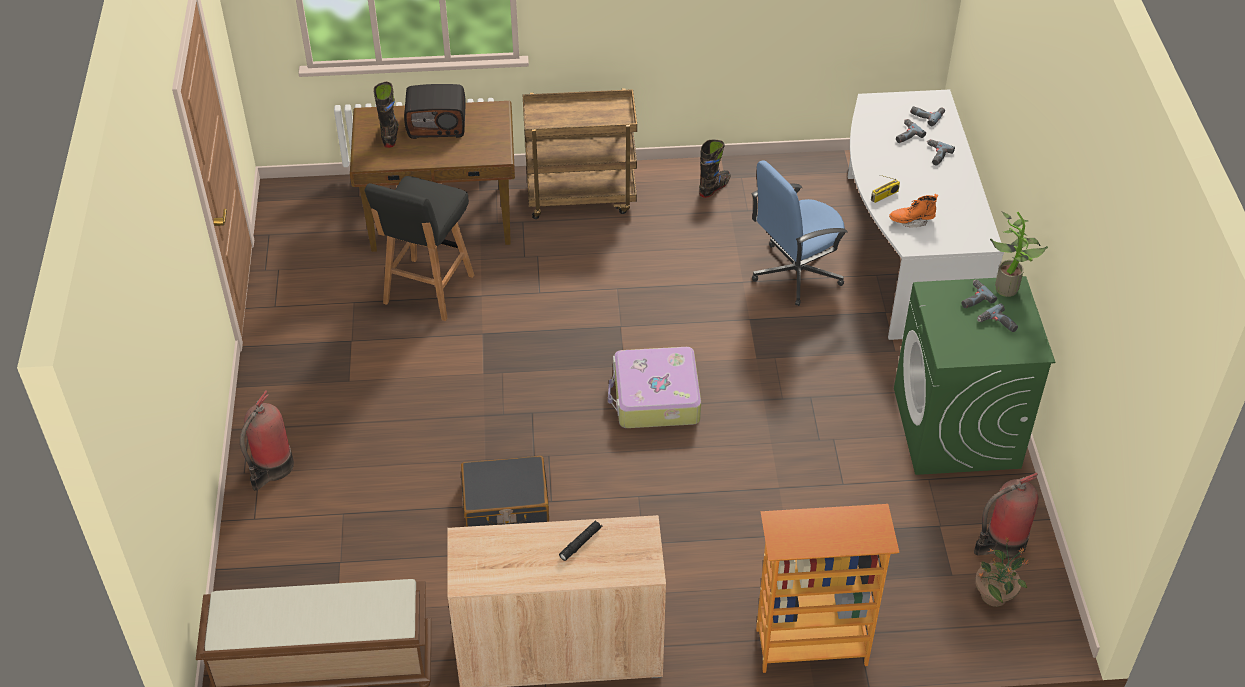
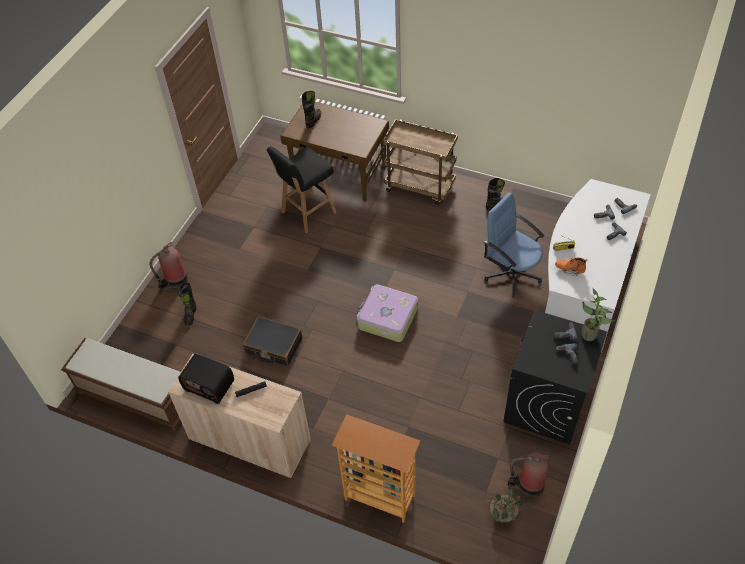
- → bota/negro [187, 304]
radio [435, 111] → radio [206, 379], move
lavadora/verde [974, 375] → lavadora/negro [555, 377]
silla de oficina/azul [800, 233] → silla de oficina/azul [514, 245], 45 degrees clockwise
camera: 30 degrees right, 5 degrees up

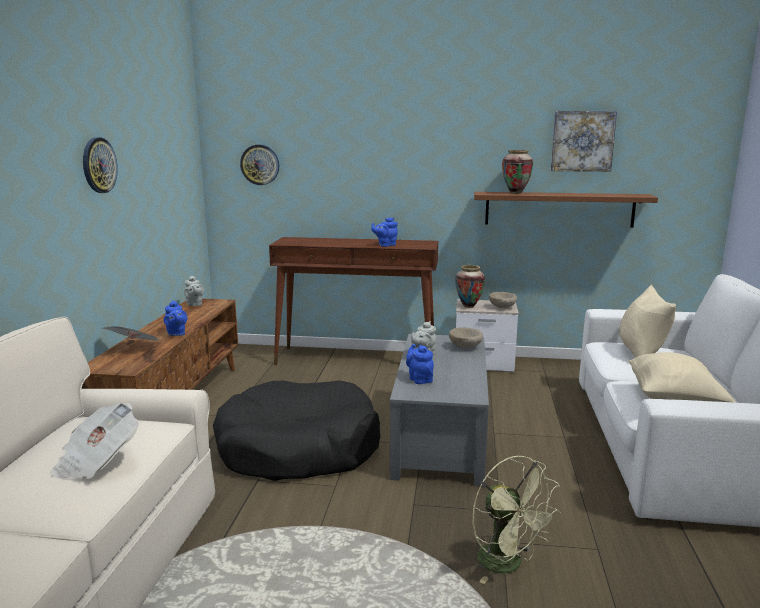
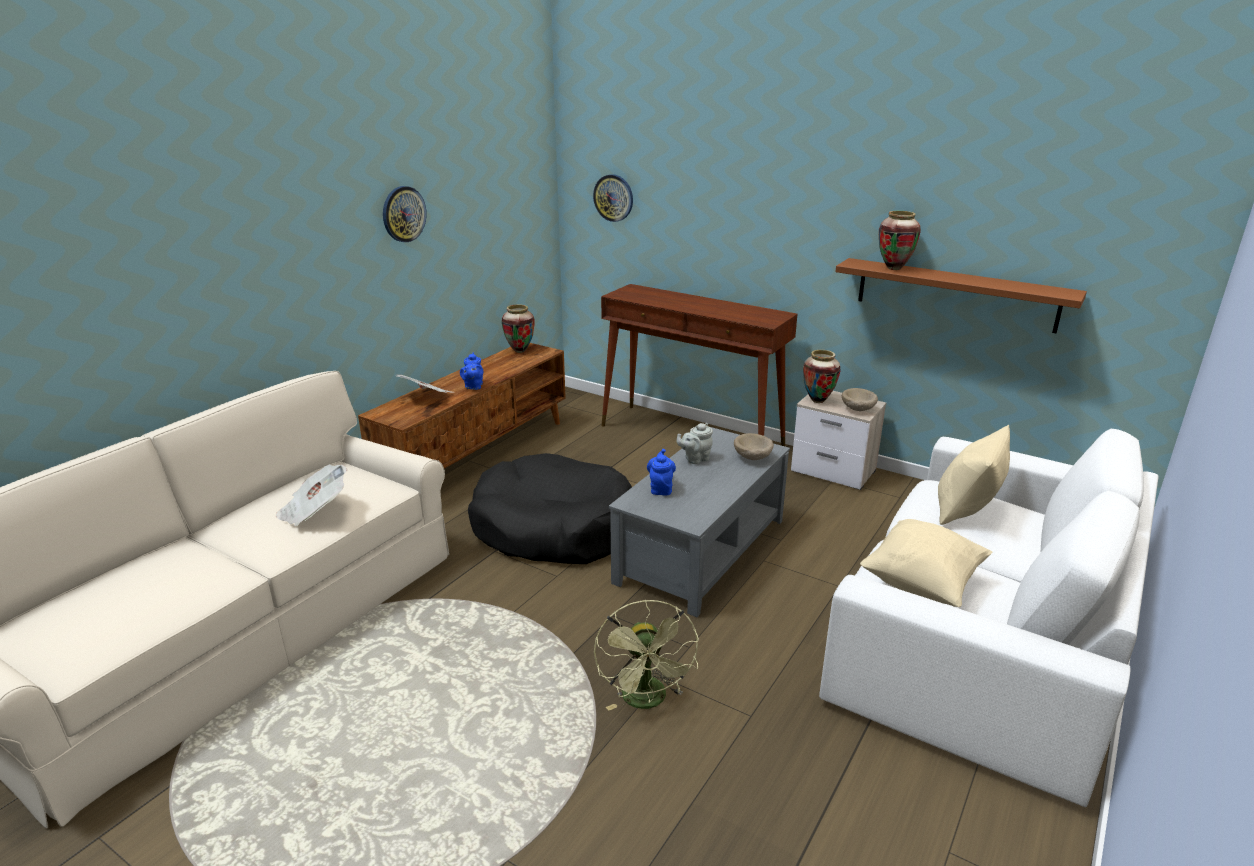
tetera/azul [384, 232] → -
cuadro [584, 141] → -
tetera/gris [194, 291] → florero [518, 328]
camera: 25 degrees right, 10 degrees up

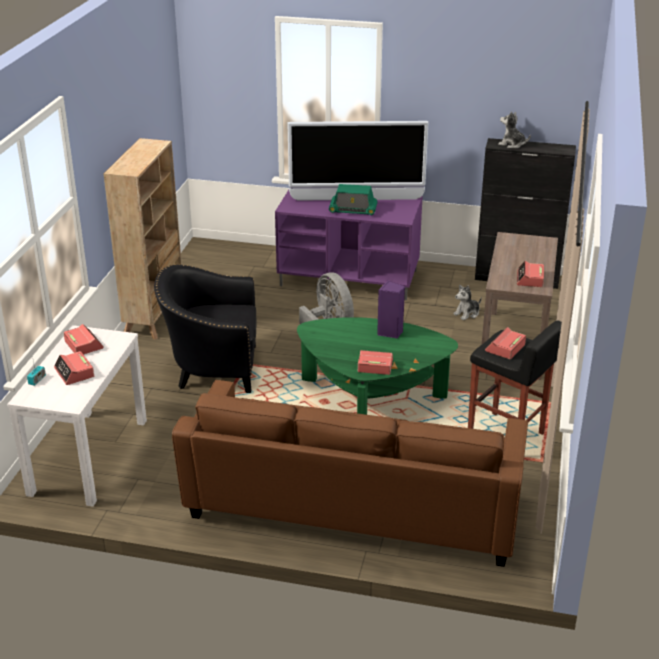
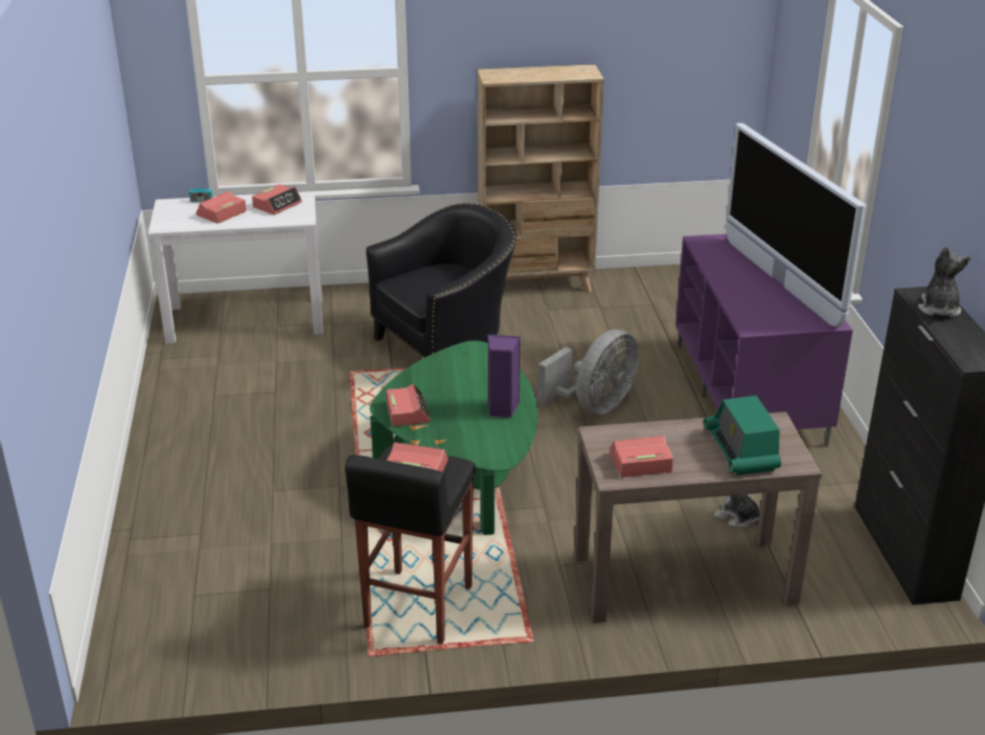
sofá/marrón [350, 473] → -
radio [353, 200] → radio [742, 435], move
sillón/negro [205, 328] → sillón/negro [441, 280], 75 degrees clockwise
camera: 70 degrees right, 0 degrees up

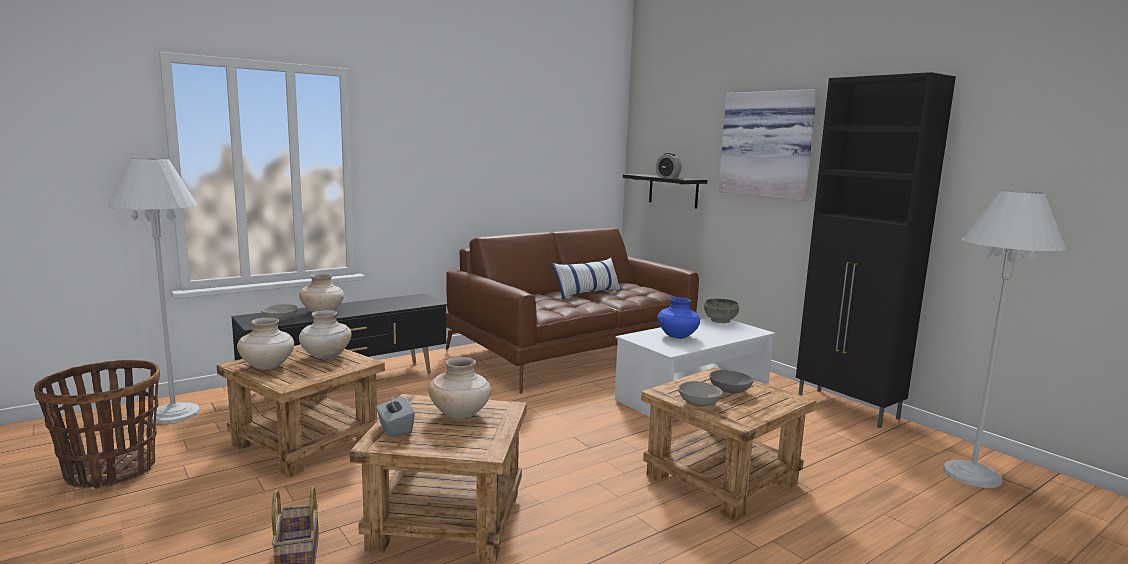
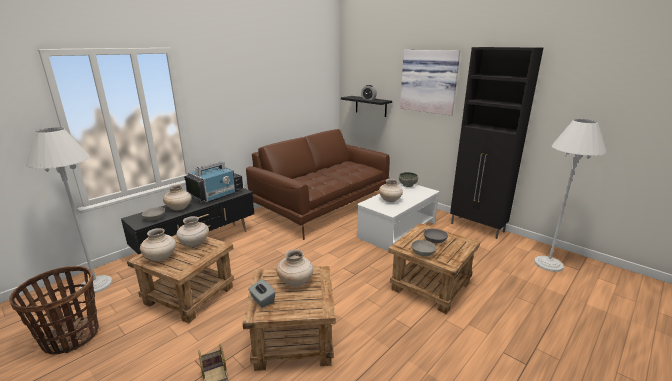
cojín [586, 278] → -
- → televisor [213, 182]
florero/azul [679, 318] → florero/beis [391, 190]
camera: 10 degrees left, 10 degrees up

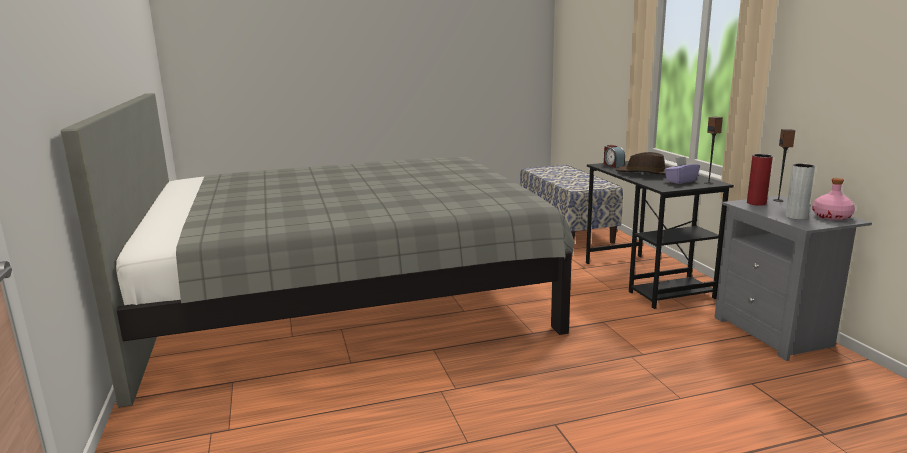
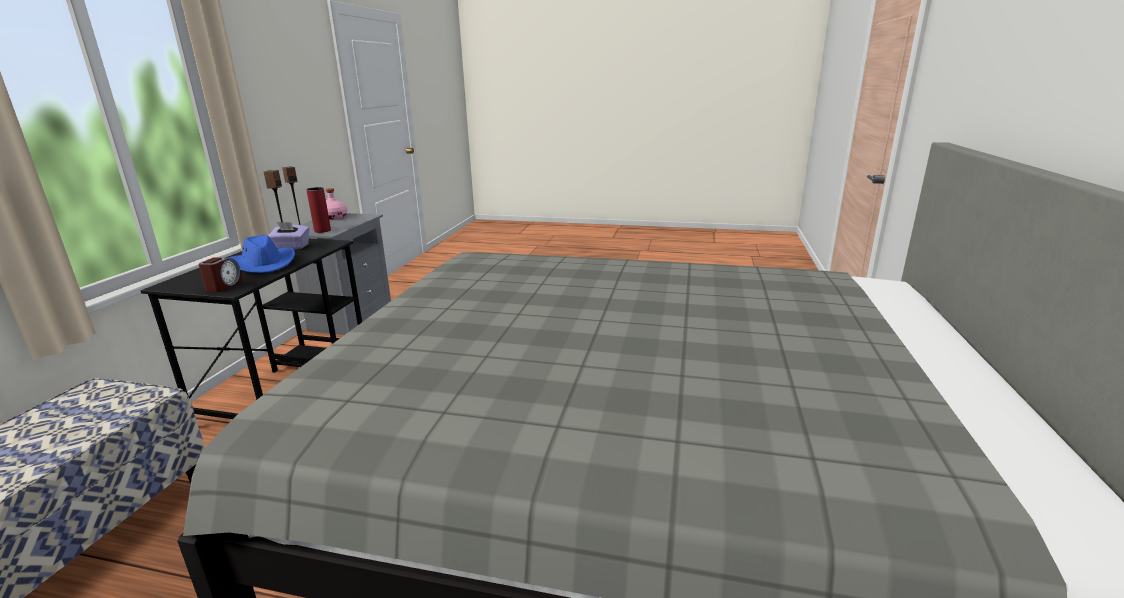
florero/gris [800, 191] → -
sombrero/marrón [642, 163] → sombrero/azul [261, 254]
camera: 150 degrees left, 5 degrees up

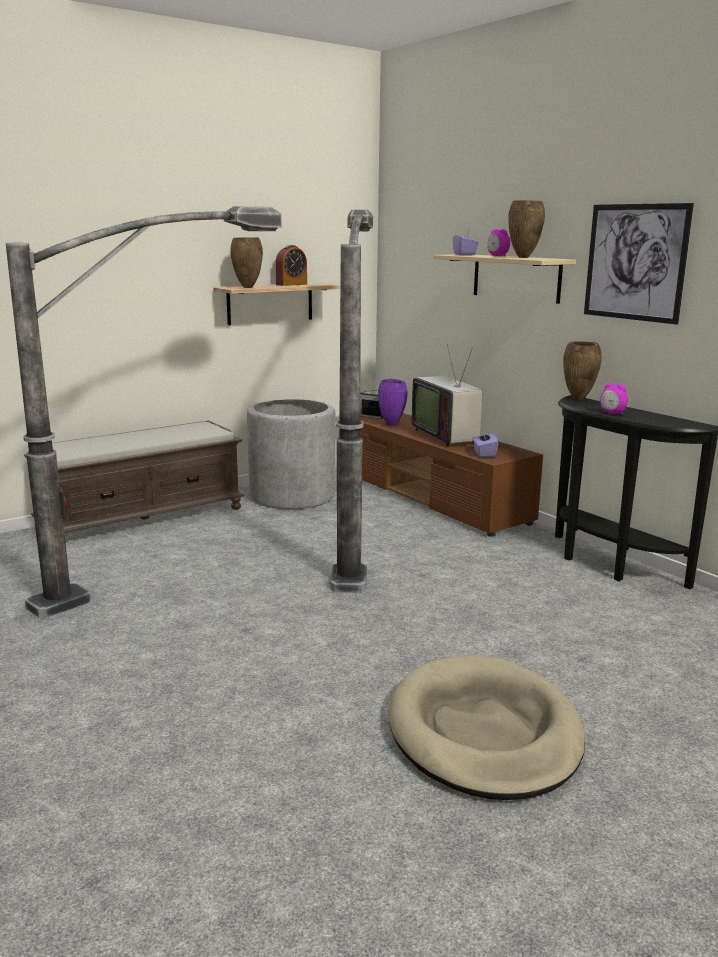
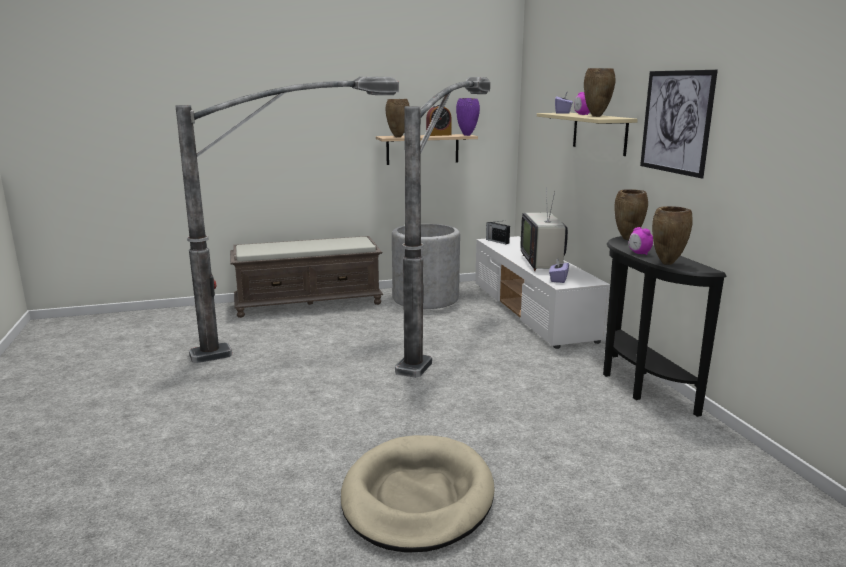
- → florero/marrón [672, 235]
florero/morado [393, 402] → florero/morado [468, 117], move
mueble de televisión/marrón [451, 475] → mueble de televisión/blanco [542, 292]
camera: 20 degrees right, 0 degrees up

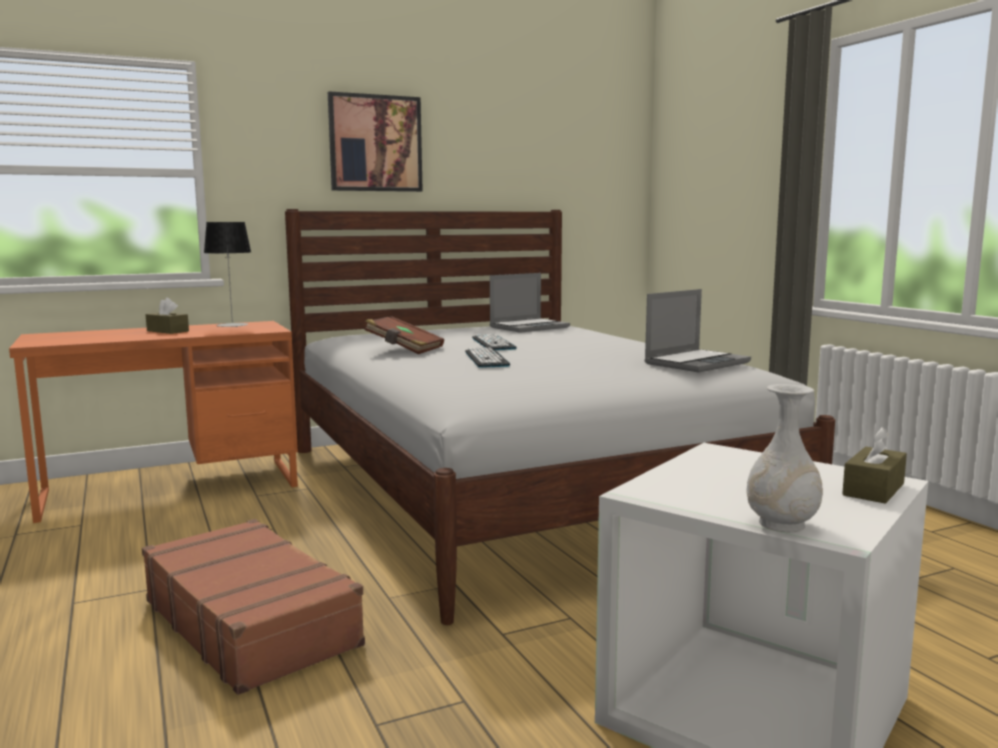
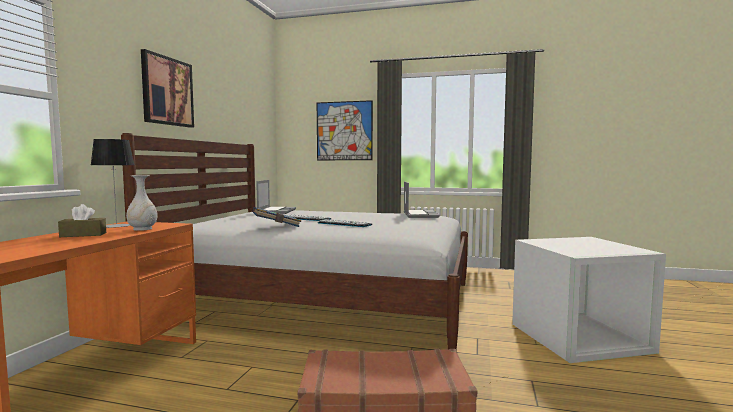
caja de pañuelos/marrón [874, 465] → -
- → cuadro [345, 130]
florero/blanco [784, 458] → florero/blanco [142, 203], move
libro/marrón [404, 335] → libro/azul [277, 217]
camera: 50 degrees left, 5 degrees down

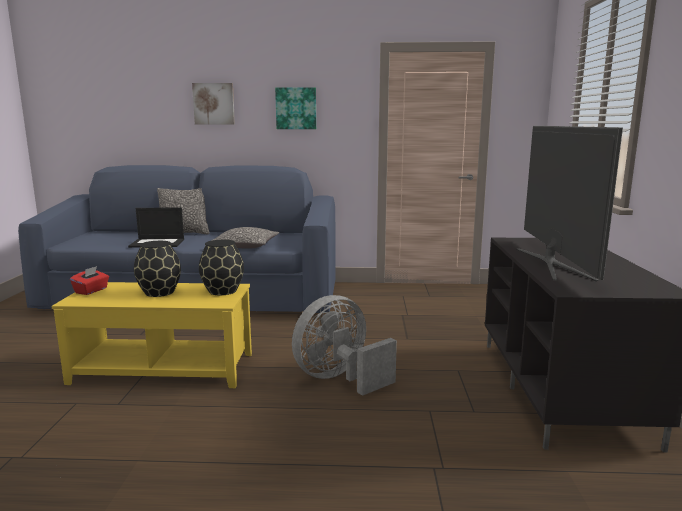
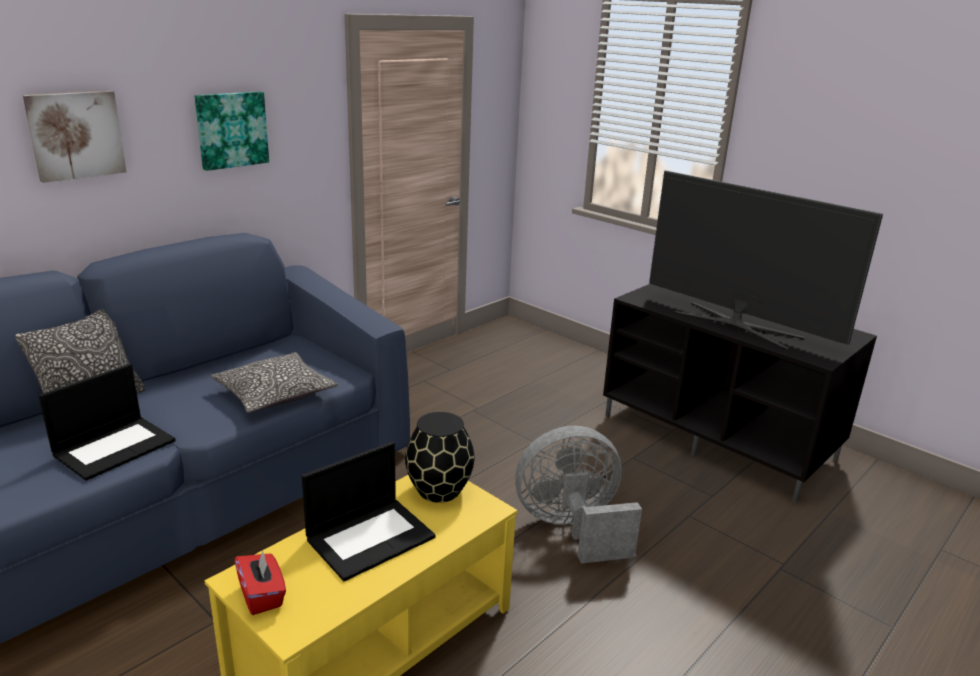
florero/negro [157, 269] → portátil [369, 511]
ventilador/gris [344, 345] → ventilador/gris [578, 494], 75 degrees clockwise
camera: 50 degrees left, 10 degrees up

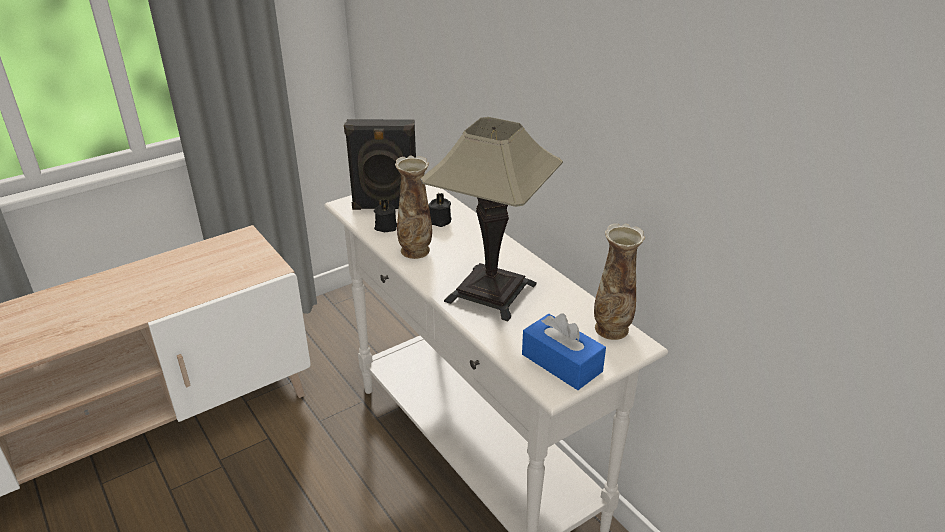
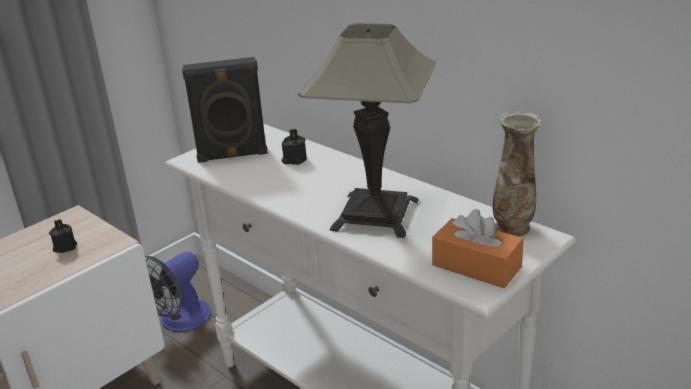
florero [413, 207] → -
- → ventilador [178, 292]
vela/negro [385, 215] → vela/negro [63, 236], move
caja de pañuelos/azul [564, 351] → caja de pañuelos/naranja [478, 248]
camera: 10 degrees left, 5 degrees down

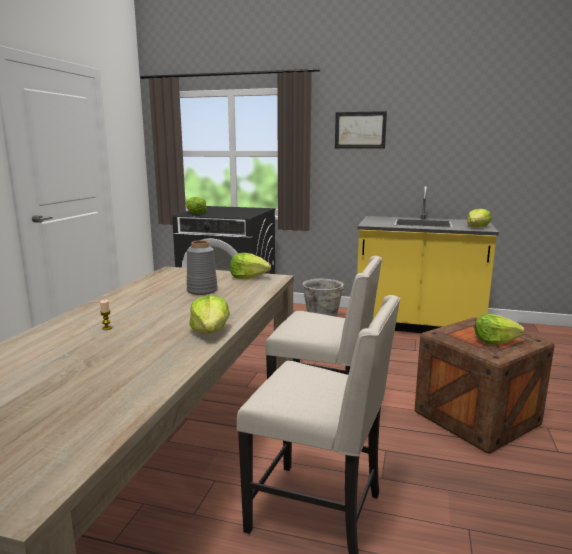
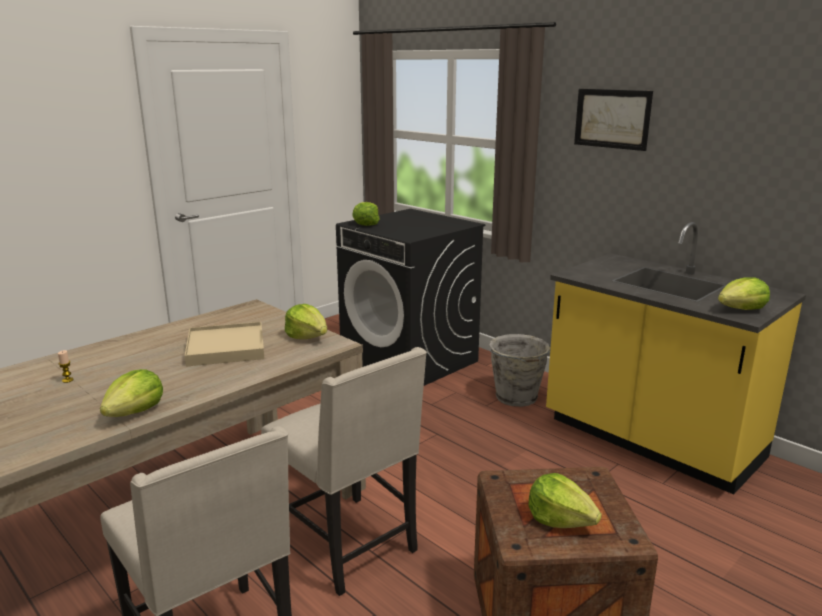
florero/gris [202, 267] → bandeja/beis [225, 344]
camera: 30 degrees right, 5 degrees up

